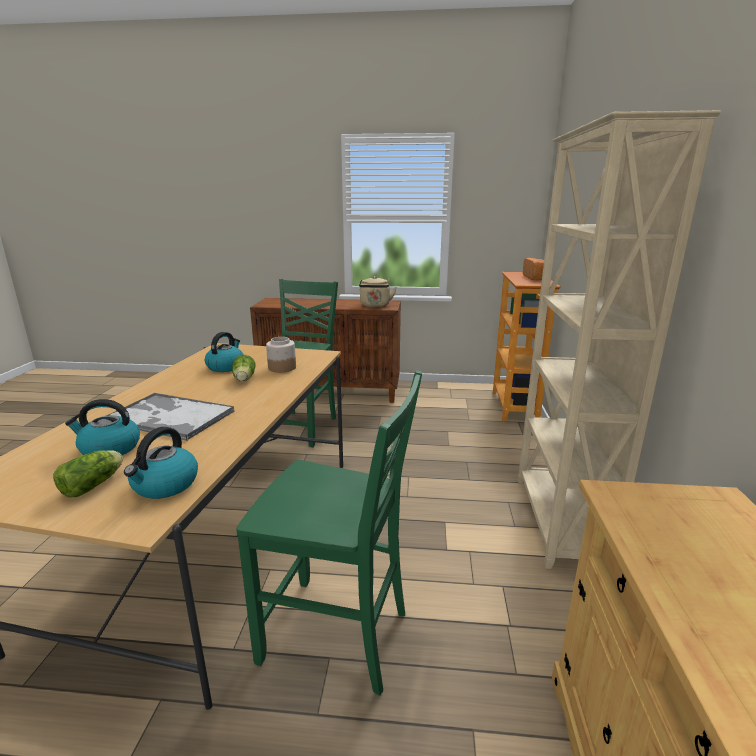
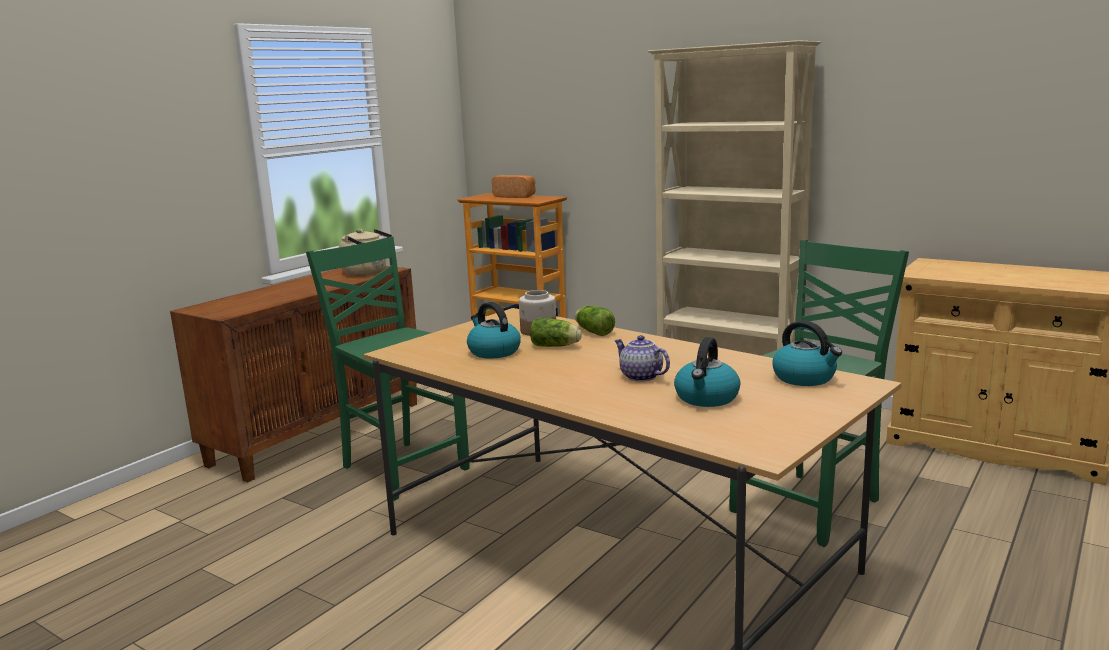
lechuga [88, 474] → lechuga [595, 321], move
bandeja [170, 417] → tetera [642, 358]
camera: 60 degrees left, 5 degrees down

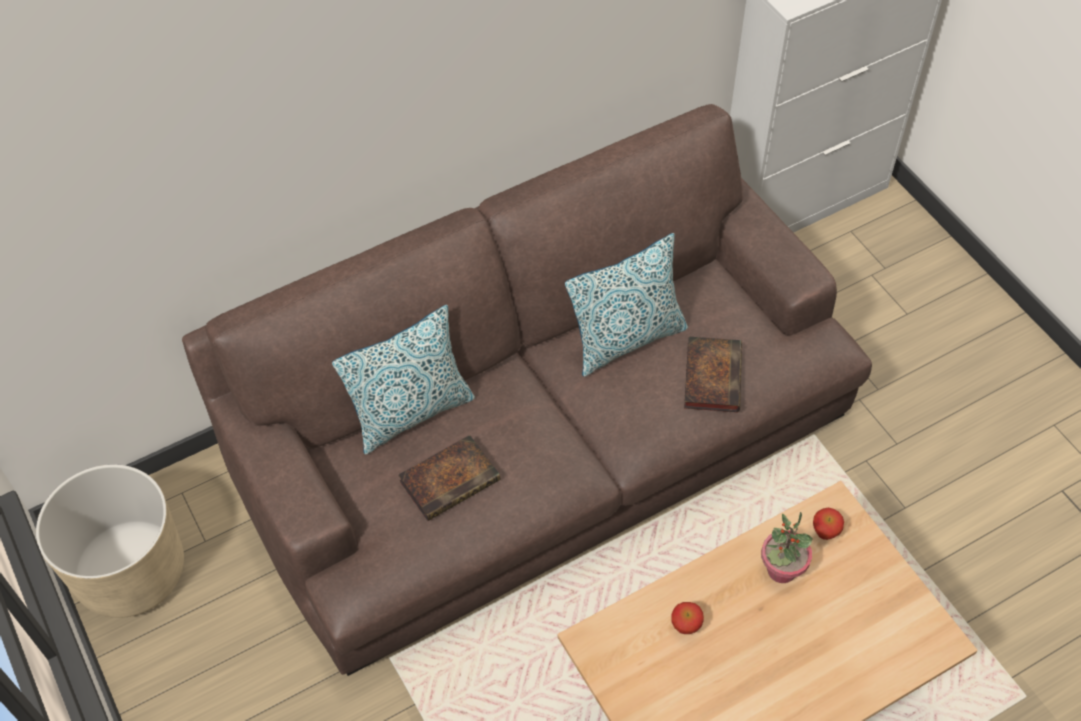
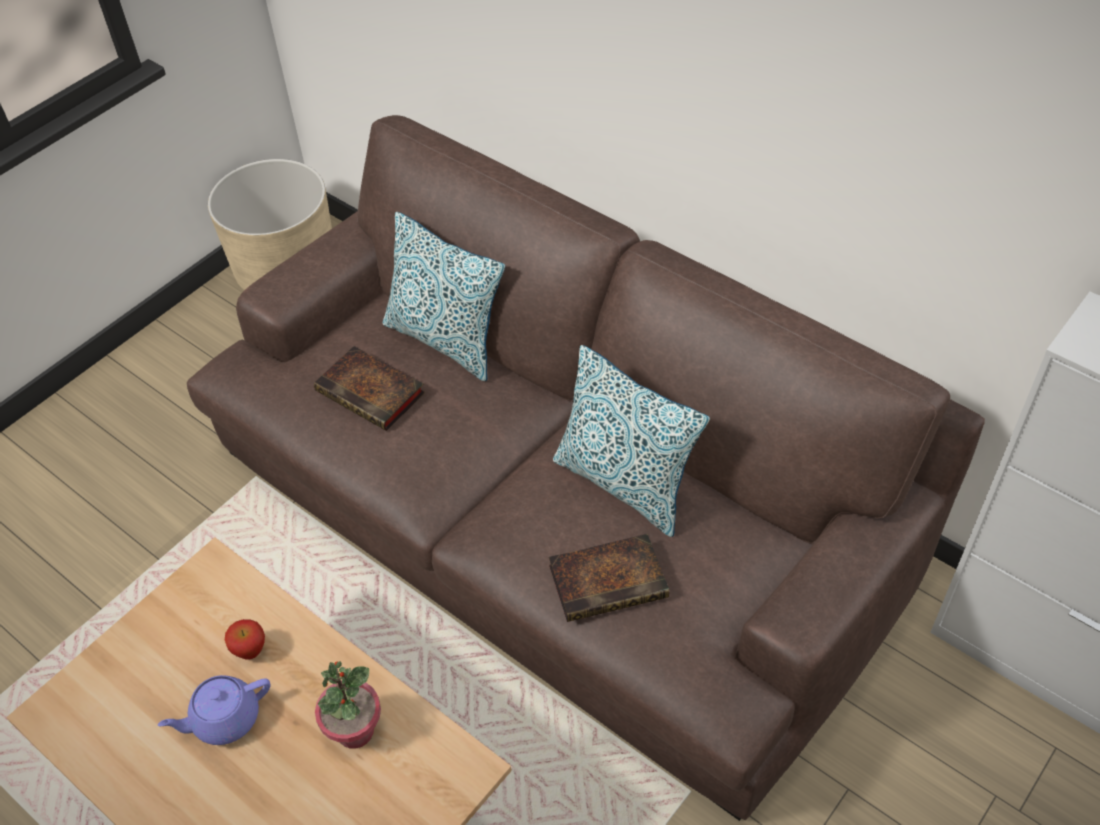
manzana [828, 524] → -
- → tetera/morado [214, 710]
camera: 70 degrees right, 5 degrees down

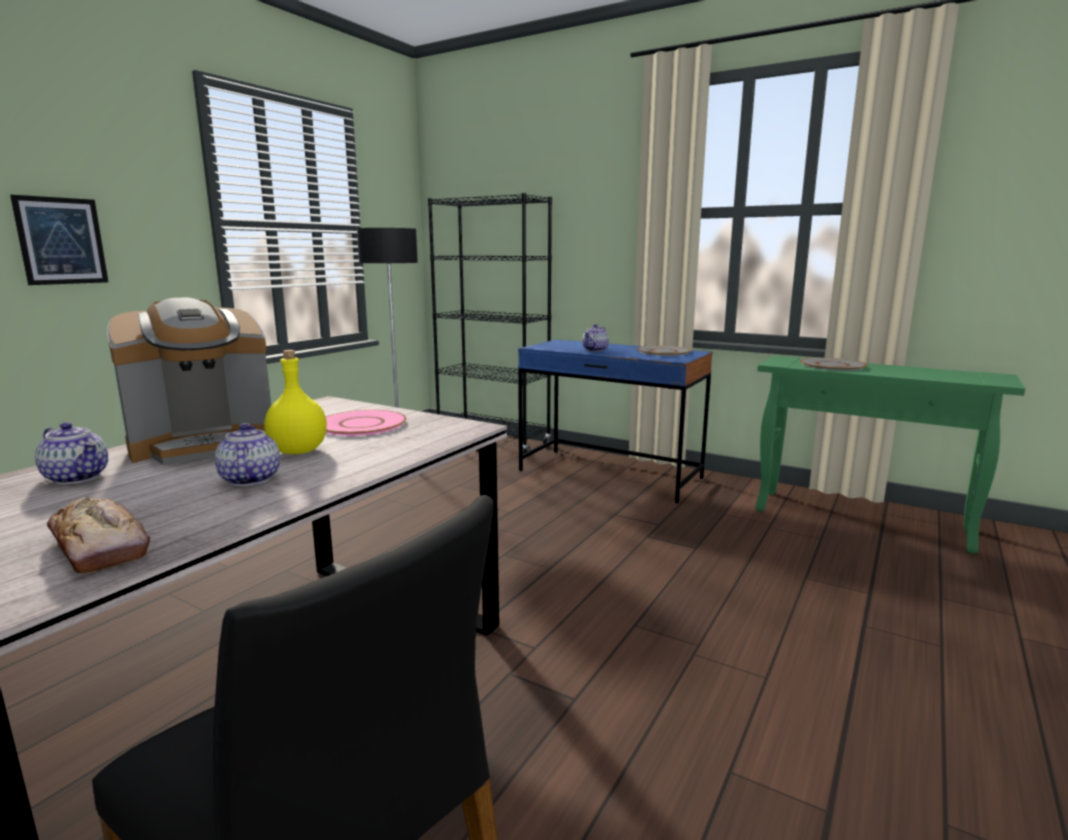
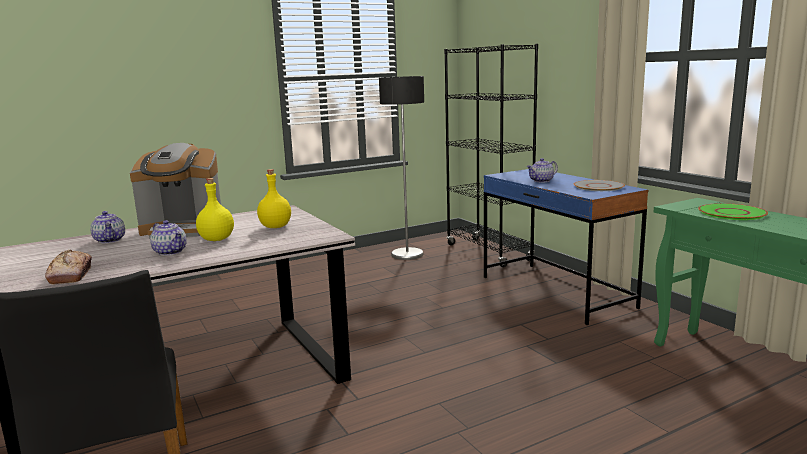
cuadro [59, 240] → -
plato/rosa [366, 423] → botella/amarillo [274, 198]
plato/gris [833, 364] → plato/verde [733, 211]
tetera [247, 454] → tetera [168, 238], 120 degrees clockwise
camera: 30 degrees right, 0 degrees up

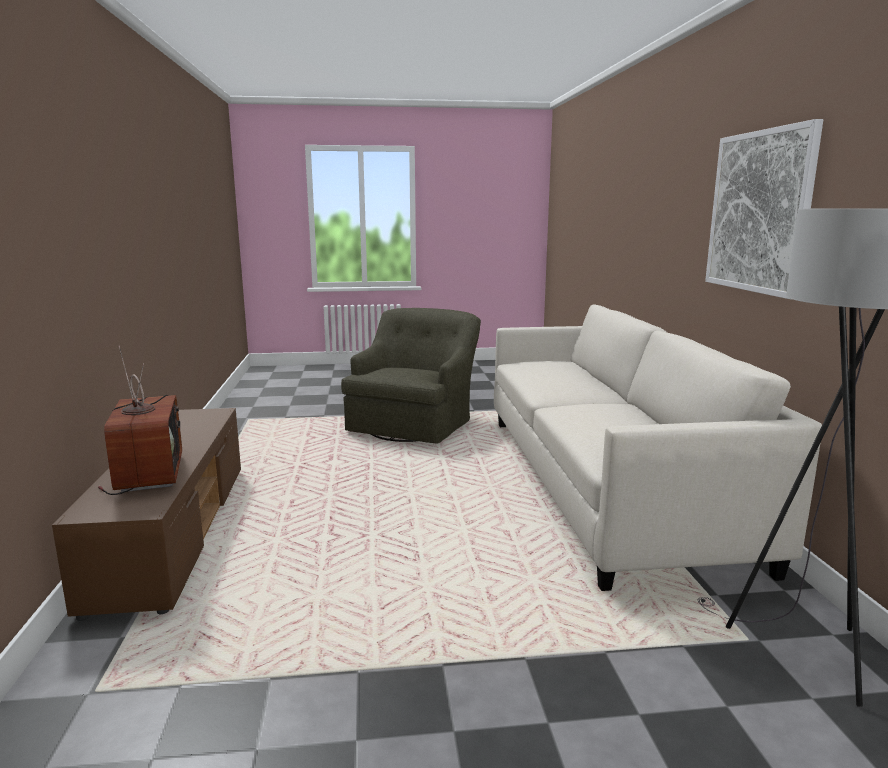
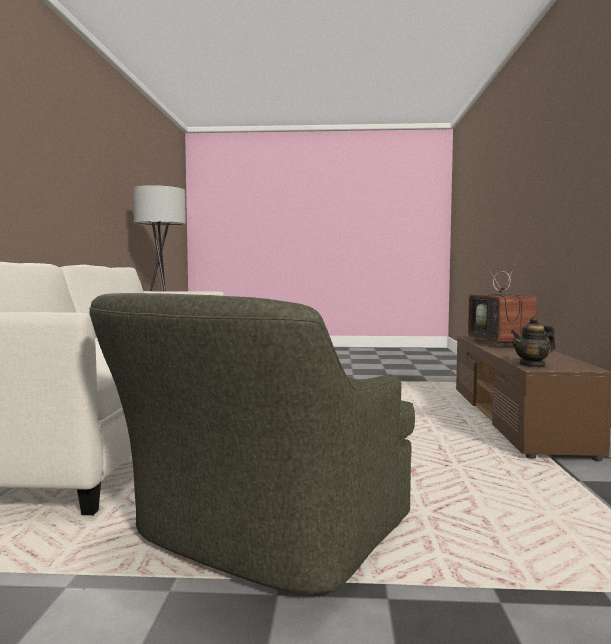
cuadro [764, 209] → -
- → tetera [533, 342]
camera: 170 degrees left, 10 degrees down

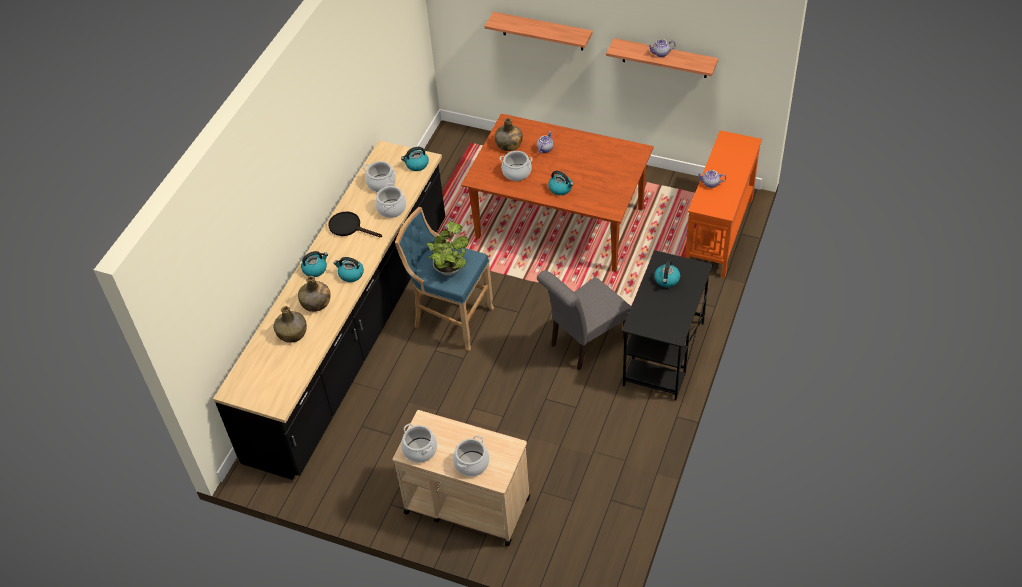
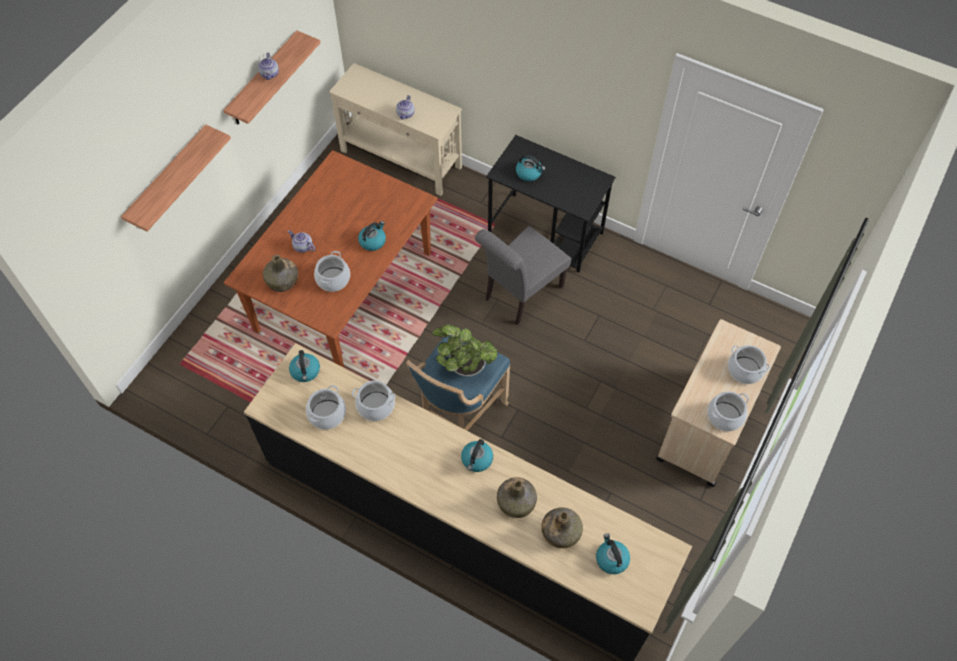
sartén/negro [355, 224] → -
hervidor [314, 264] → hervidor [613, 553], move
mesa consola/naranja [723, 204] → mesa consola/beis [395, 129]
silla/gris [584, 320] → silla/gris [523, 276], 75 degrees clockwise
camera: 85 degrees left, 10 degrees up

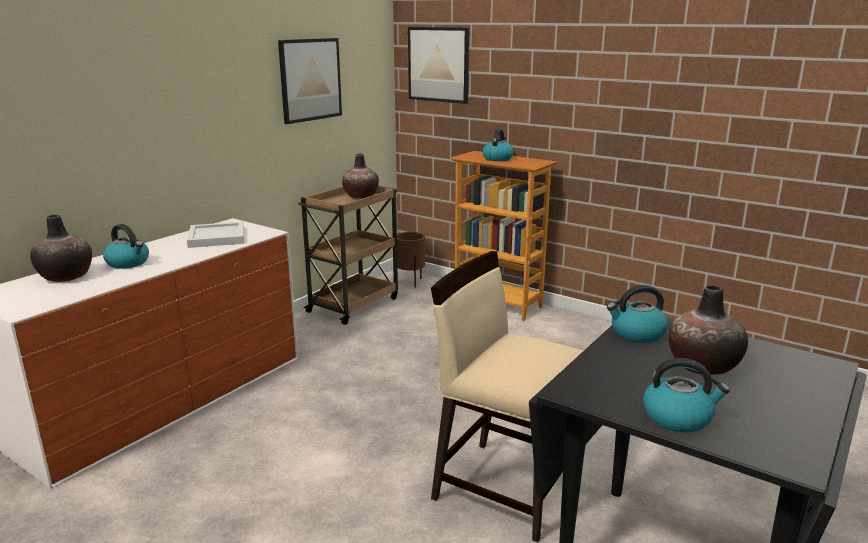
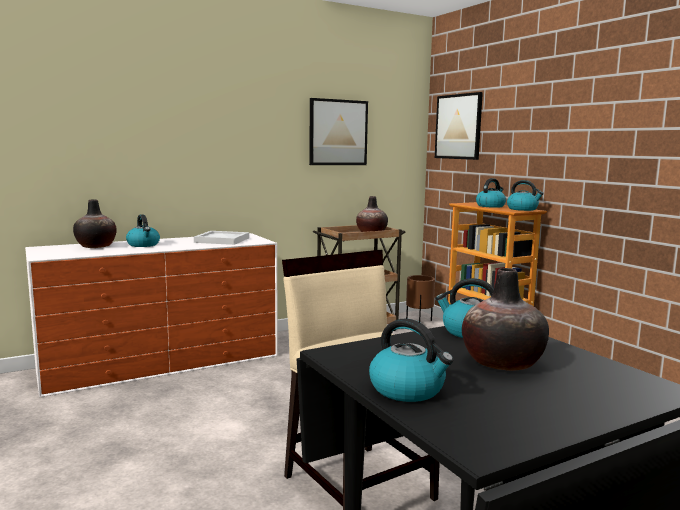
- → hervidor [525, 195]
camera: 25 degrees right, 10 degrees down

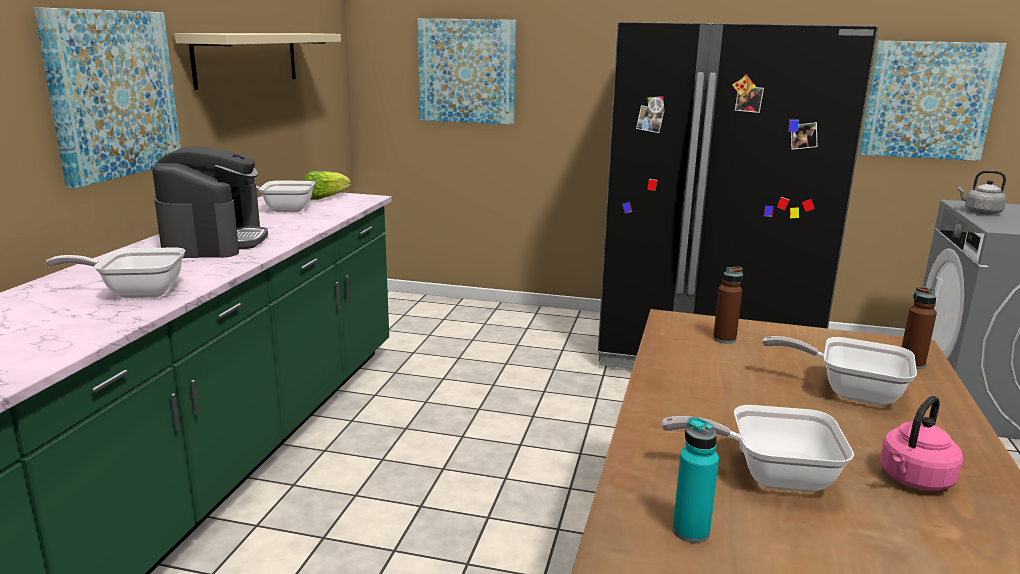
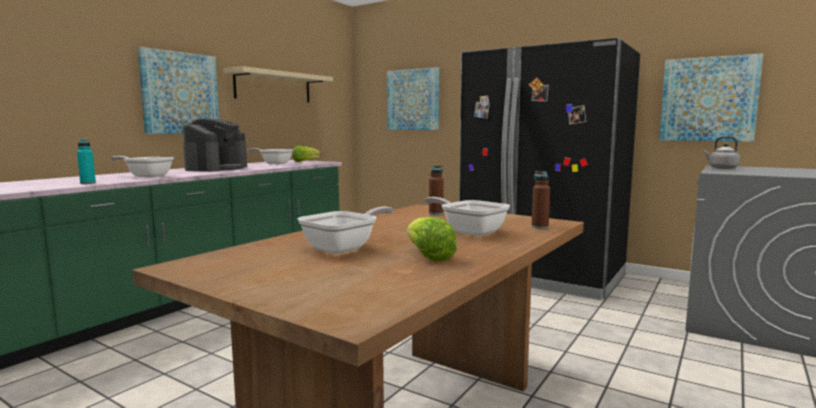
botella/turquesa [696, 480] → botella/turquesa [86, 161], move
hervidor/rosa [921, 443] → lechuga [432, 239]
sartén [758, 448] → sartén [345, 230], 105 degrees clockwise
camera: 20 degrees right, 10 degrees down

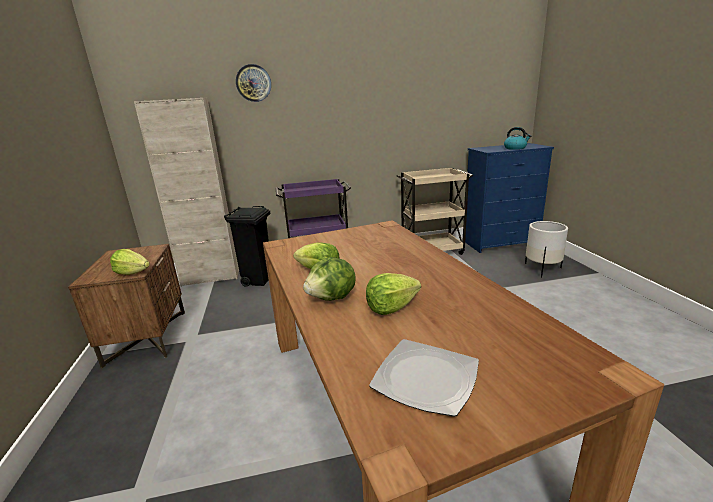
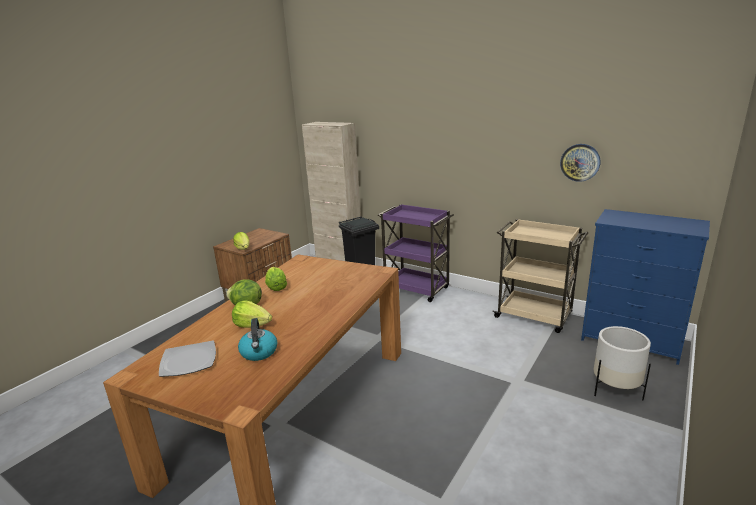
reloj de pared [253, 83] → reloj de pared [580, 163], move
hervidor [517, 138] → hervidor [257, 339], move
camera: 45 degrees right, 0 degrees up

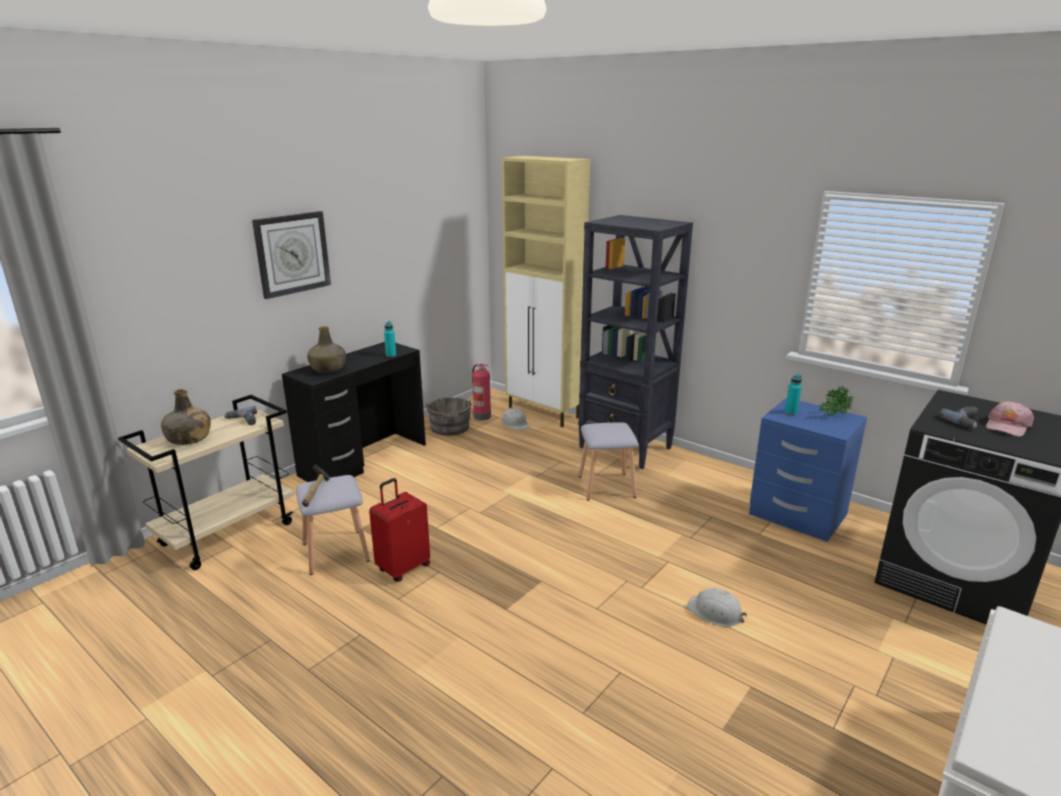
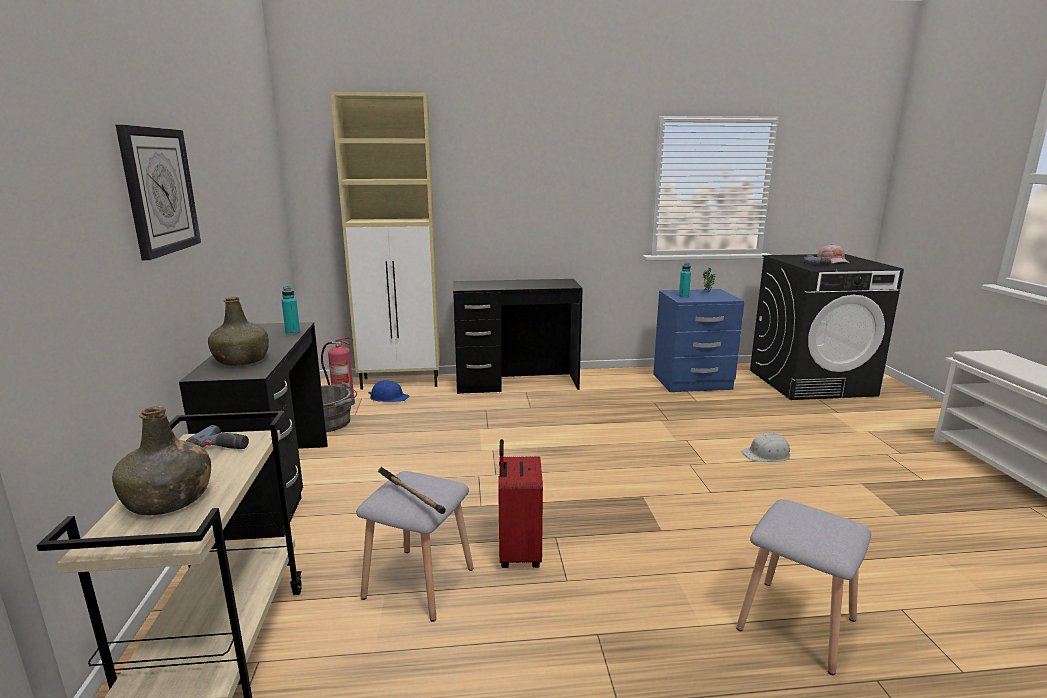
taburete/gris [608, 462] → taburete/gris [803, 587], move
estantería/negro [635, 342] → escritorio/negro [518, 336]
casco/blanco [515, 419] → casco/azul [388, 391]
camera: 45 degrees left, 5 degrees down

